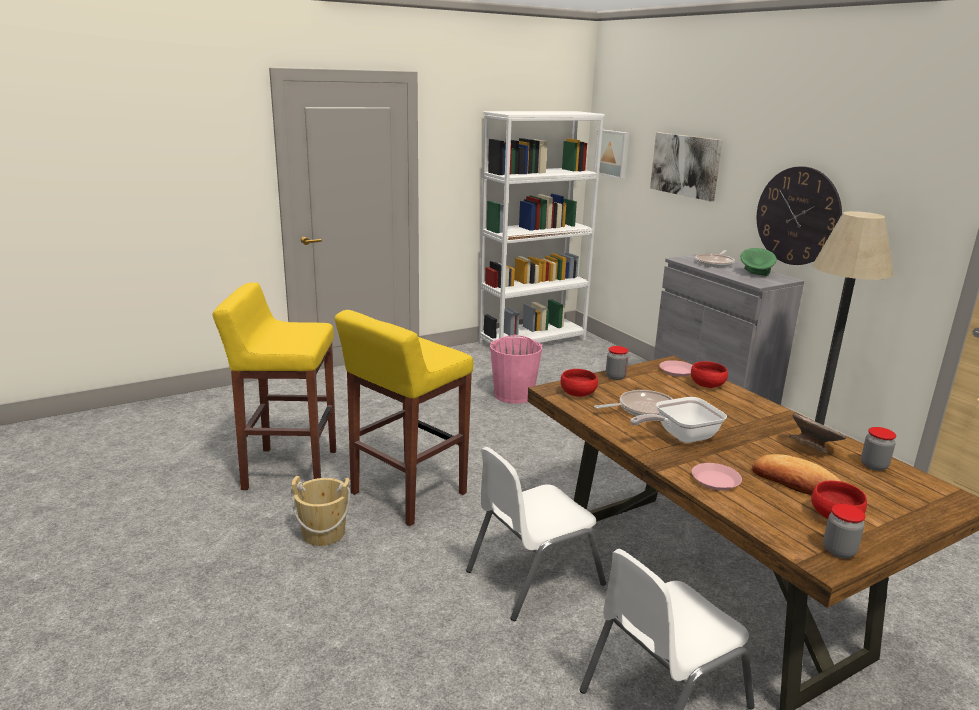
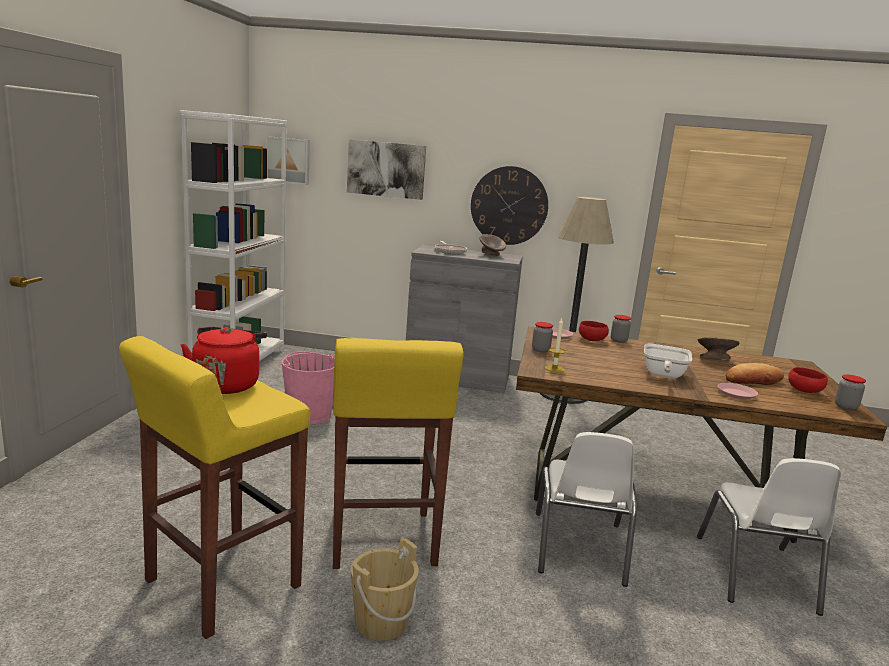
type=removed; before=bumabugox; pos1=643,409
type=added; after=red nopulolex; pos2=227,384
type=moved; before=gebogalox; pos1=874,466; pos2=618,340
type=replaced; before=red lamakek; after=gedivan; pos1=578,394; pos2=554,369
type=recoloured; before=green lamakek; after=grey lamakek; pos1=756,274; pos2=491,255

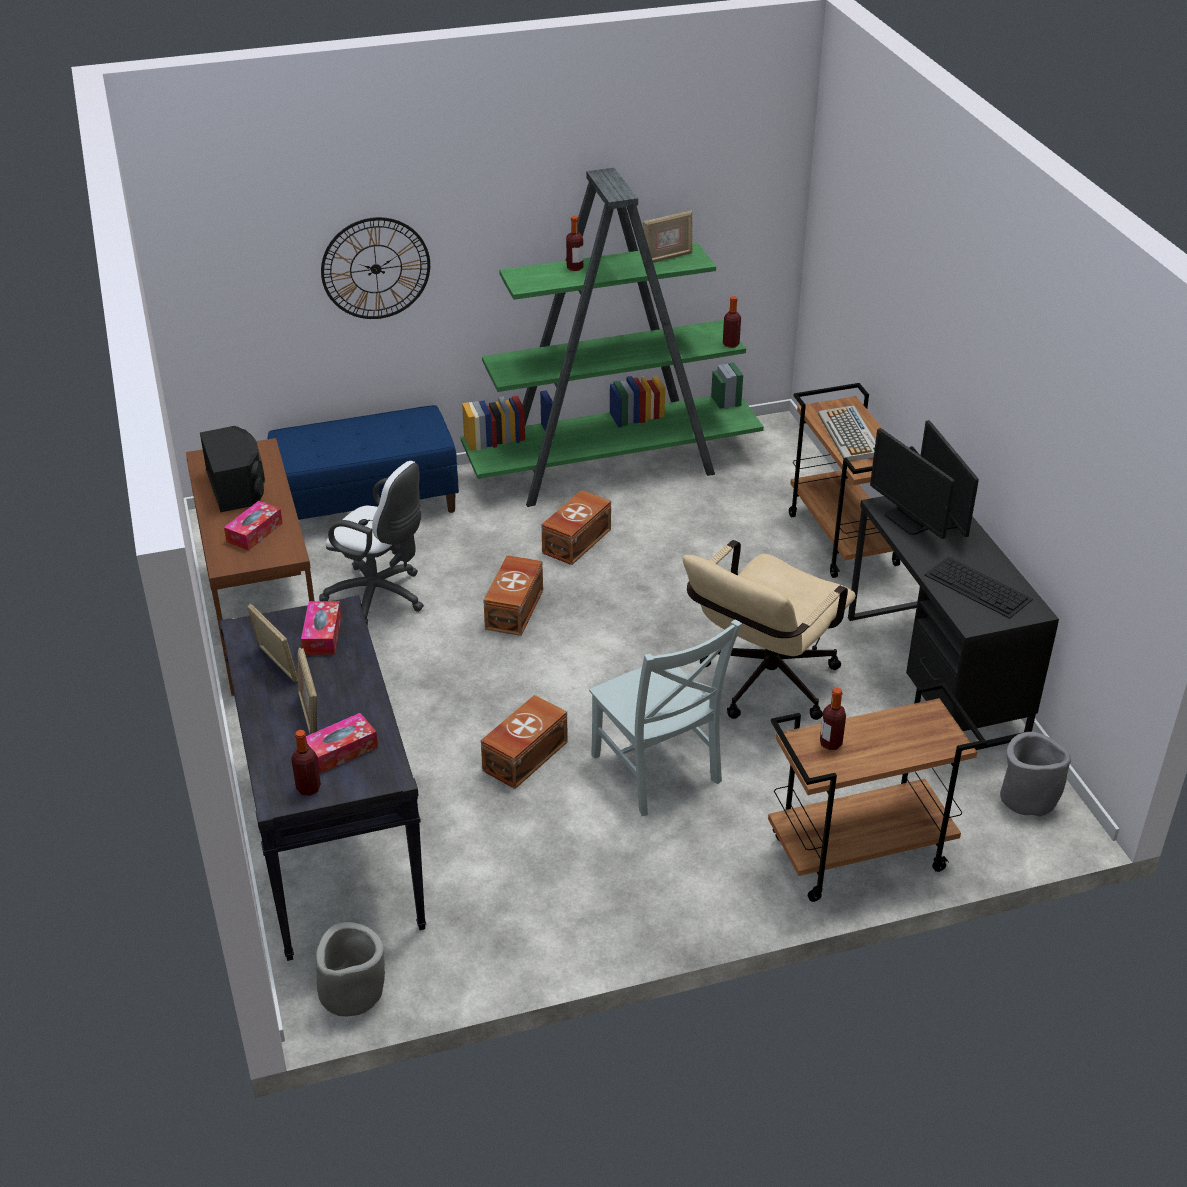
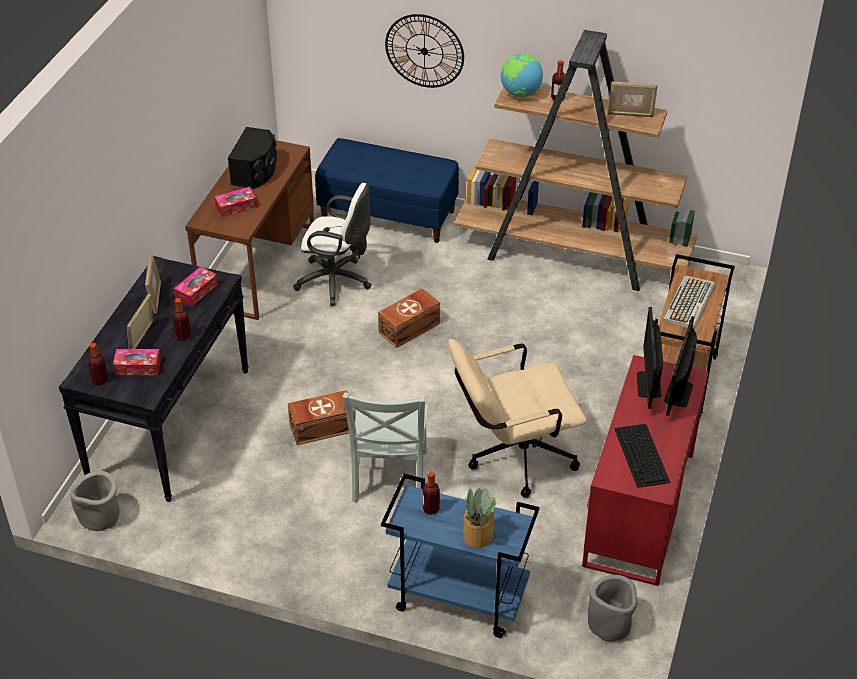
type=removed; before=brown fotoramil; pos1=575,541
type=added; after=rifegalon; pos2=477,536
type=added; after=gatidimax; pos2=520,93
type=moved; before=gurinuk; pos1=730,344; pos2=183,336
type=recoloured; before=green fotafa; after=brown fotafa; pos1=613,467; pos2=573,254
type=recoloured; before=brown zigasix; after=blue zigasix; pos1=858,856; pos2=457,598
type=recoloured; before=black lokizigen; after=red lokizigen; pos1=934,675; pos2=638,509
type=turned; before=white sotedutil; pos1=380,598; pos2=337,282; turn=-45

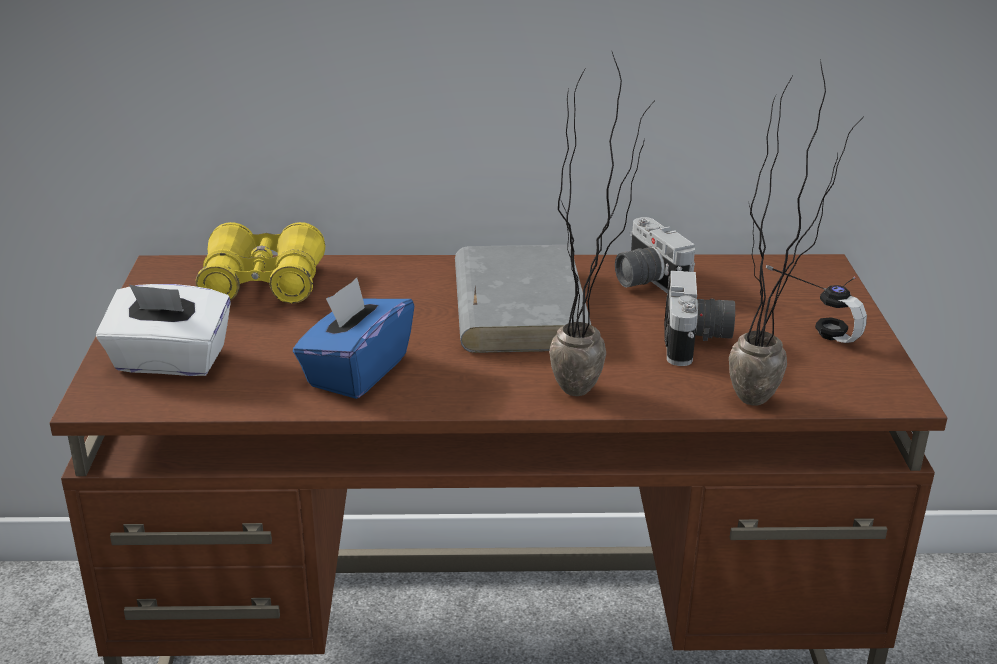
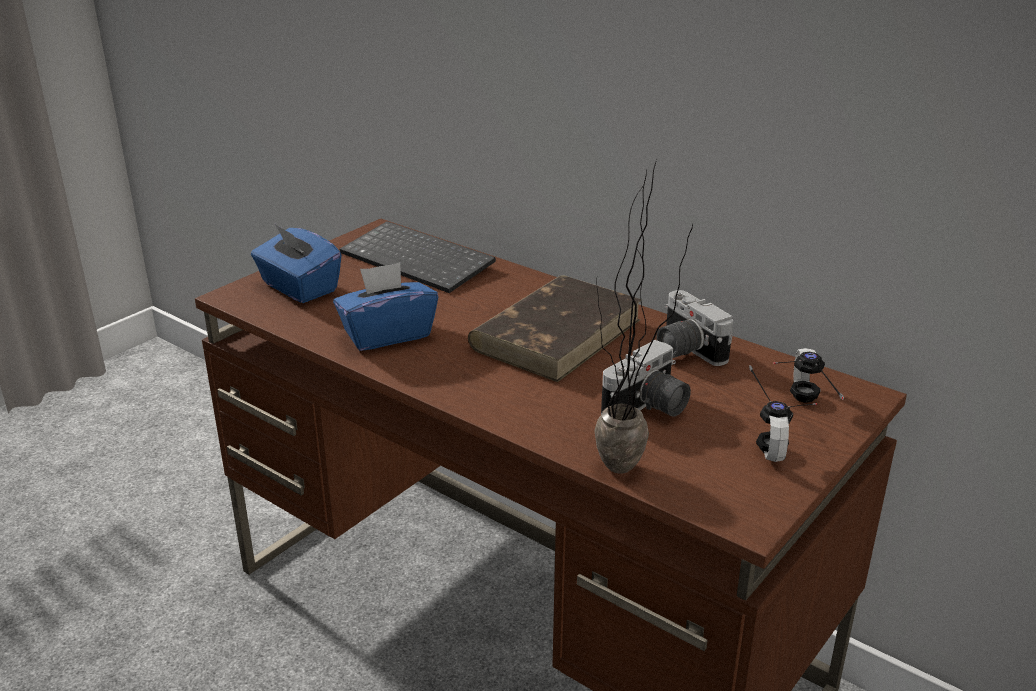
type=removed; before=rifegalon; pos1=593,391
type=added; after=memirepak; pos2=797,408
type=replaced; before=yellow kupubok; after=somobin; pos1=263,284; pos2=420,260
type=recoloured; before=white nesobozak; after=blue nesobozak; pos1=169,362; pos2=298,288
type=recoloured; before=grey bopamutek; after=brown bopamutek; pos1=518,306; pos2=557,333
type=turned; before=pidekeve; pos1=645,281; pos2=683,350; turn=-45

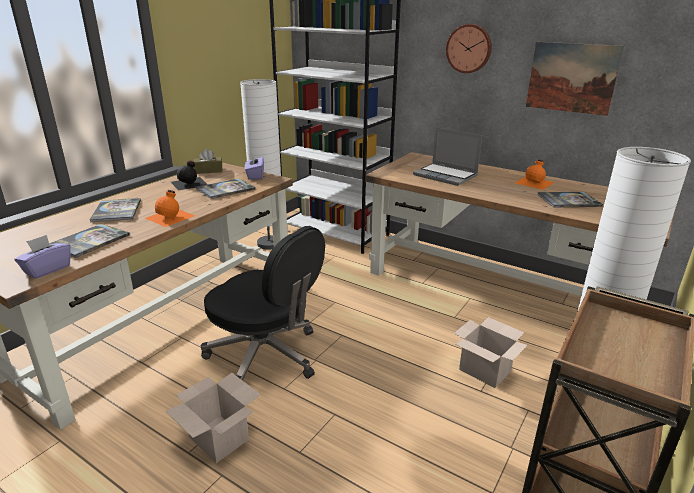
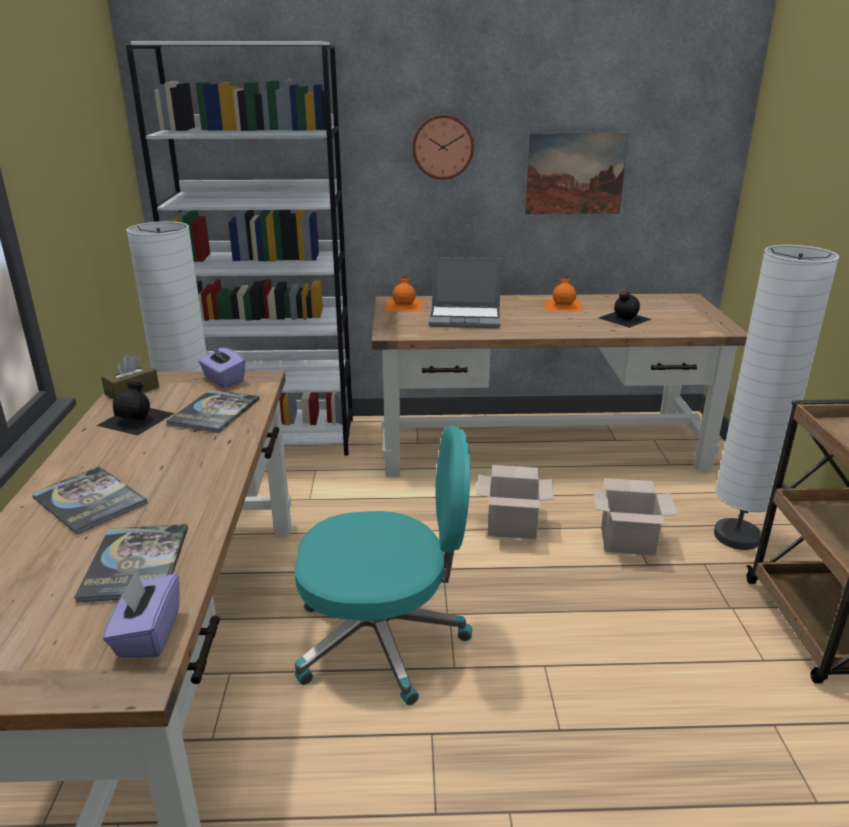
type=moved; before=orange gurinuk; pos1=171,216; pos2=405,305
type=moved; before=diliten; pos1=220,438; pos2=513,525
type=replaced; before=bopamutek; after=black gurinuk; pos1=568,200; pos2=623,318
type=recoloured; before=black sotedutil; after=turquoise sotedutil; pos1=266,356; pos2=383,639

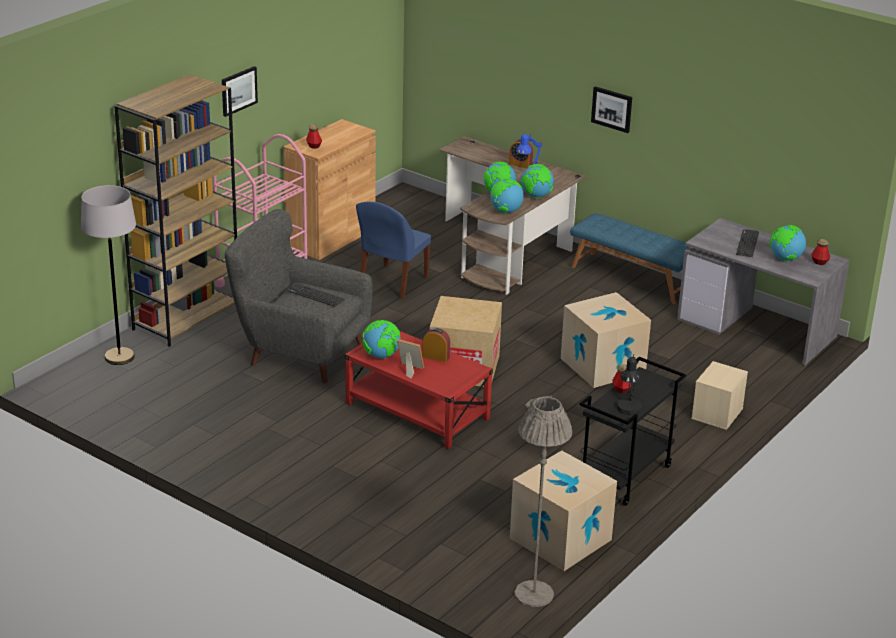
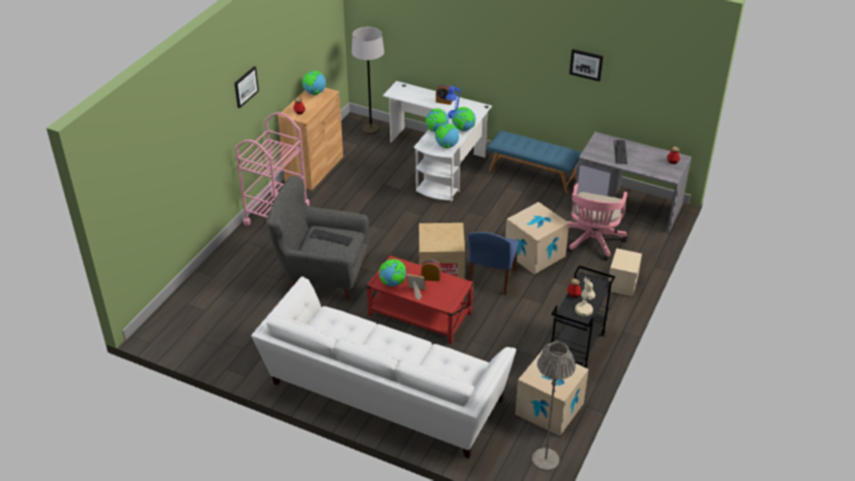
type=removed; before=brown fotafa; pos1=186,318
type=added; after=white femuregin; pos2=384,395
type=added; after=pink sotedutil; pos2=592,242
type=moved; before=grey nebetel; pos1=119,357; pos2=371,129
type=moved; before=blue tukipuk; pos1=392,283; pos2=491,279
type=moved; before=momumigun; pos1=612,109; pos2=586,64
type=moved; before=gatidimax; pos1=785,259; pos2=314,93
type=recoloured; before=brown lokizigen; after=white lokizigen; pos1=507,249; pos2=440,161
type=recoloured; before=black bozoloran; after=beige bozoloran; pos1=628,411; pos2=584,313

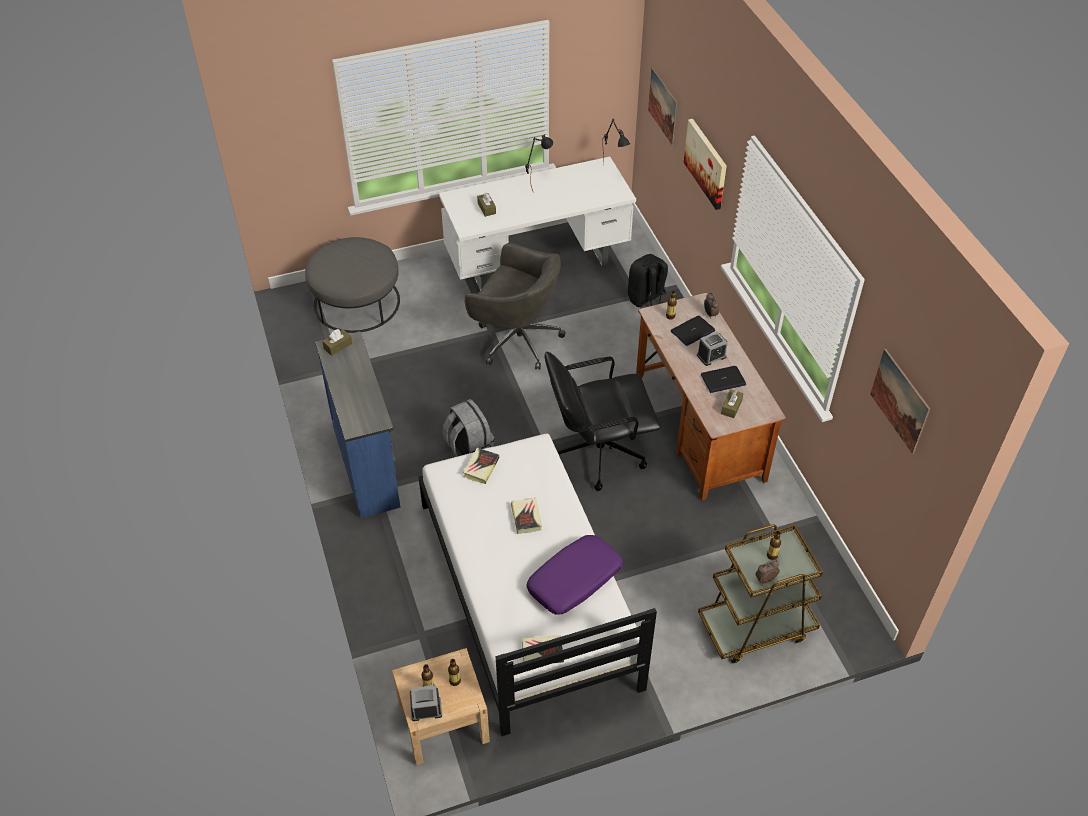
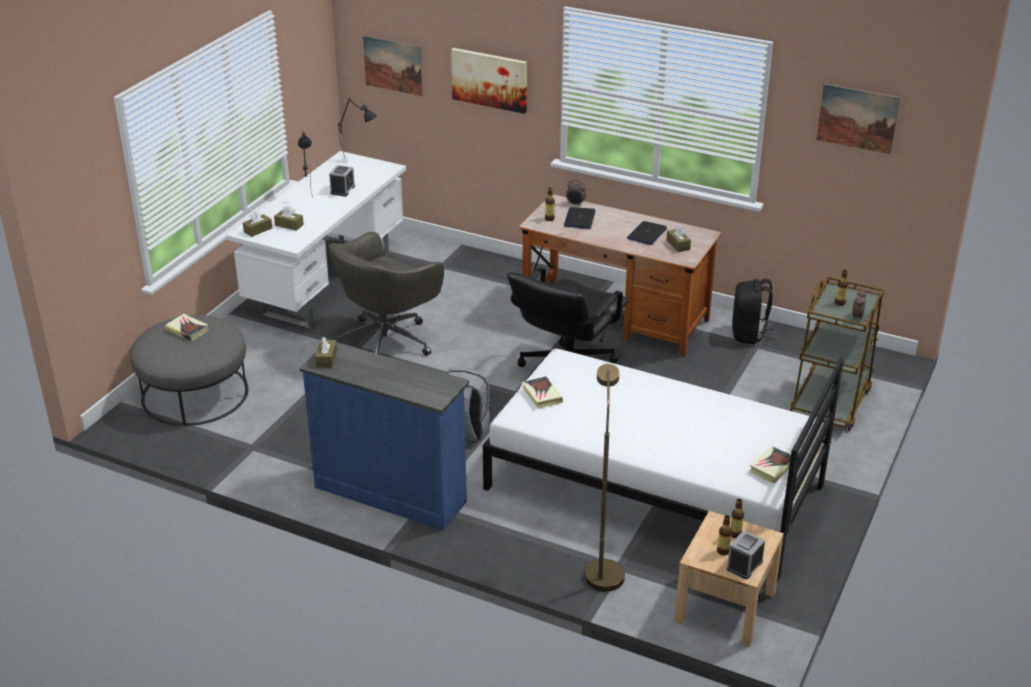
type=removed; before=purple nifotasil; pos1=575,581
type=added; after=brown nesobozak; pos2=258,230
type=added; after=brown nebetel; pos2=603,569
type=moved; before=bopamutek; pos1=526,517; pos2=187,330
type=moved; before=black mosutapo; pos1=646,299; pos2=749,334
type=moved; before=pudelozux; pos1=711,356; pos2=342,190
type=turned; before=grey sotedutil; pos1=516,339; pos2=387,341; turn=150

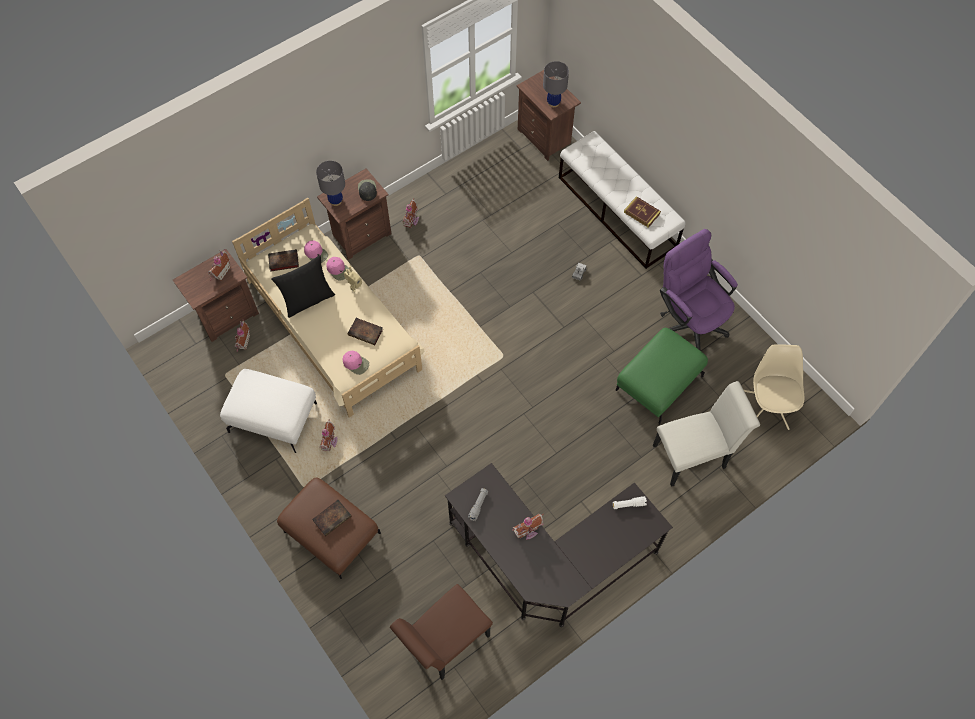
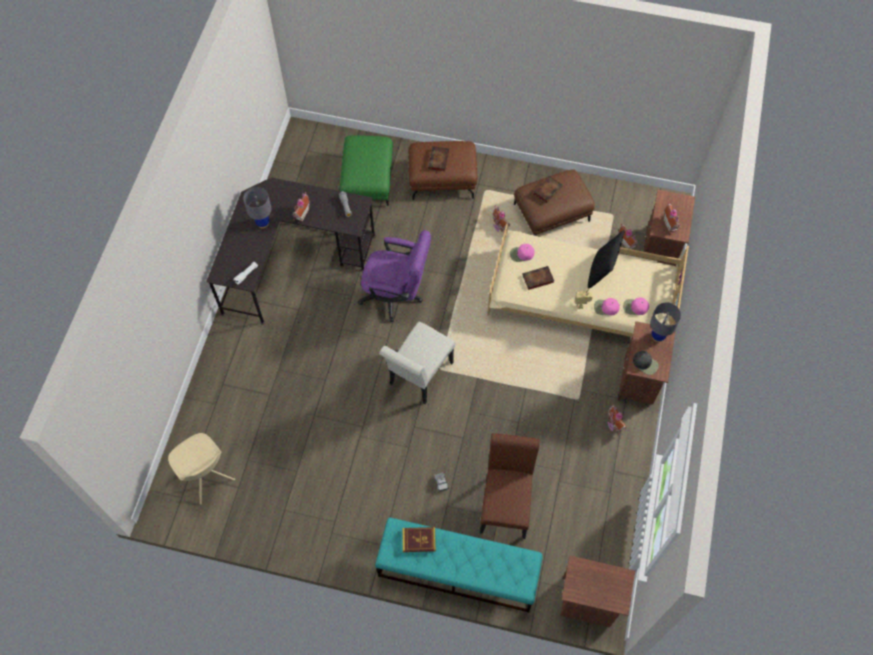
type=moved; before=bopamutek; pos1=283,262; pos2=547,190
type=moved; before=brown tukipuk; pos1=444,643; pos2=505,503
type=moved; before=grey bozoloran; pos1=553,103; pos2=263,223
type=moved; before=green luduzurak; pos1=658,382; pos2=368,180
type=moved; before=white tukipuk; pos1=694,455; pos2=418,377
type=moved; before=purple sotedutil; pos1=689,320; pos2=396,296
type=recoloured; before=white luduzurak; after=brown luduzurak; pos1=274,417; pos2=551,214
type=recoloured; before=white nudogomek; after=turquoise nudogomek; pos1=617,212; pos2=457,571

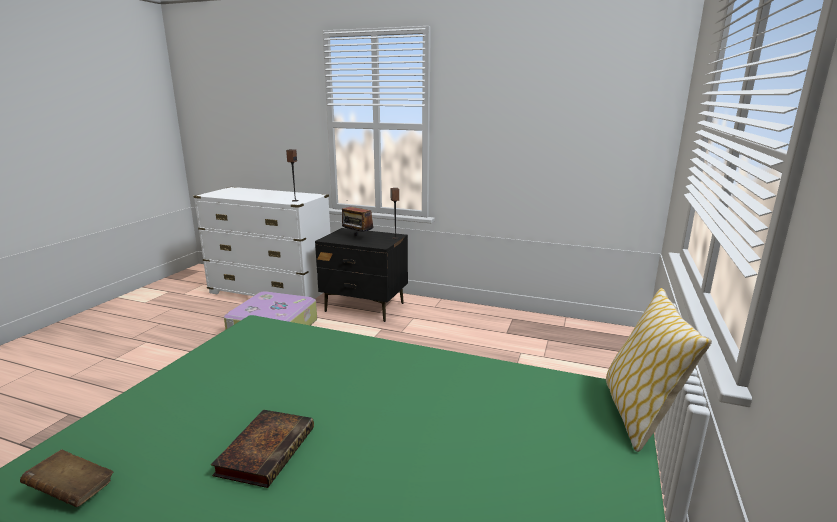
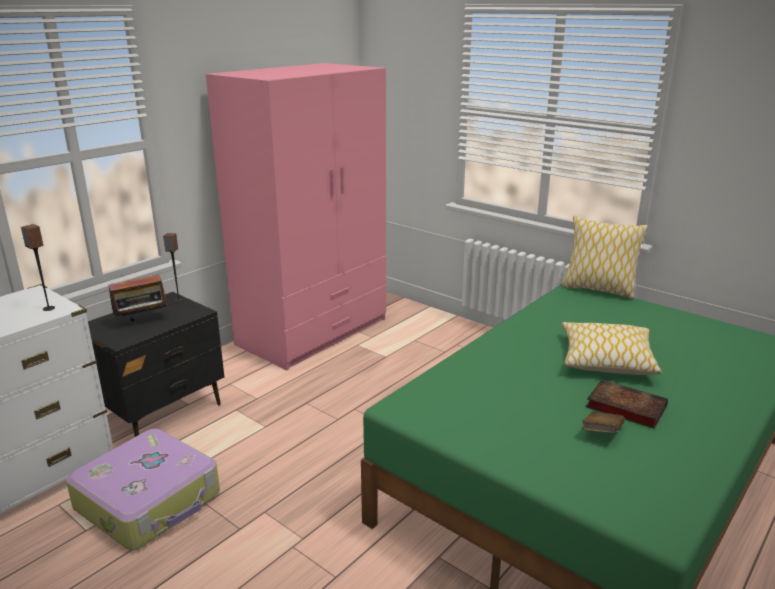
type=added; after=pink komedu; pos2=314,332
type=added; after=nifotasil; pos2=606,359
type=moved; before=brown bopamutek; pos1=72,491; pos2=601,432

